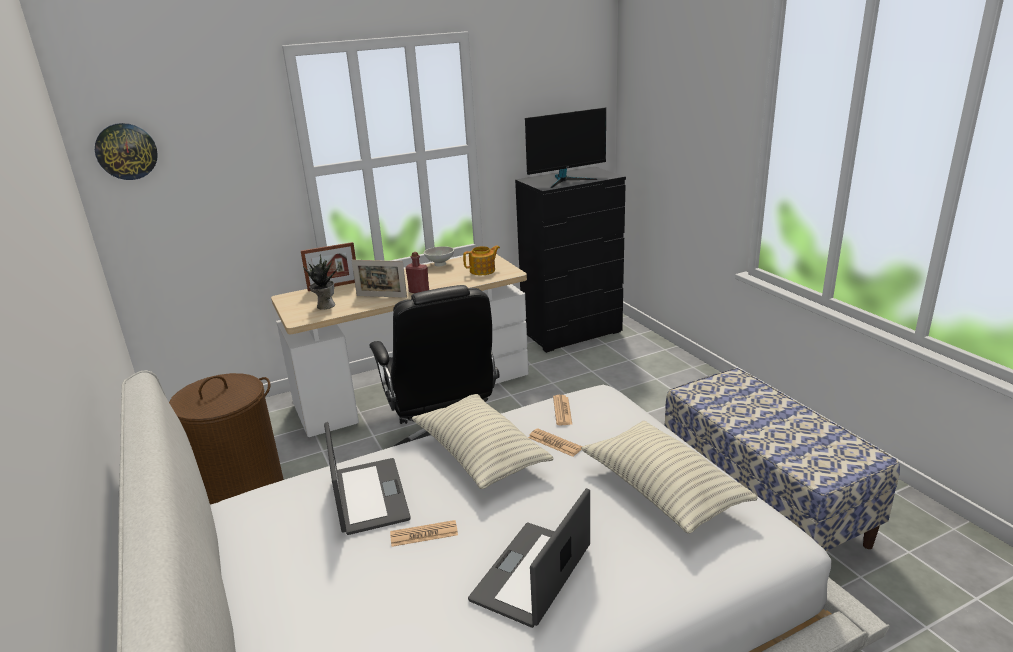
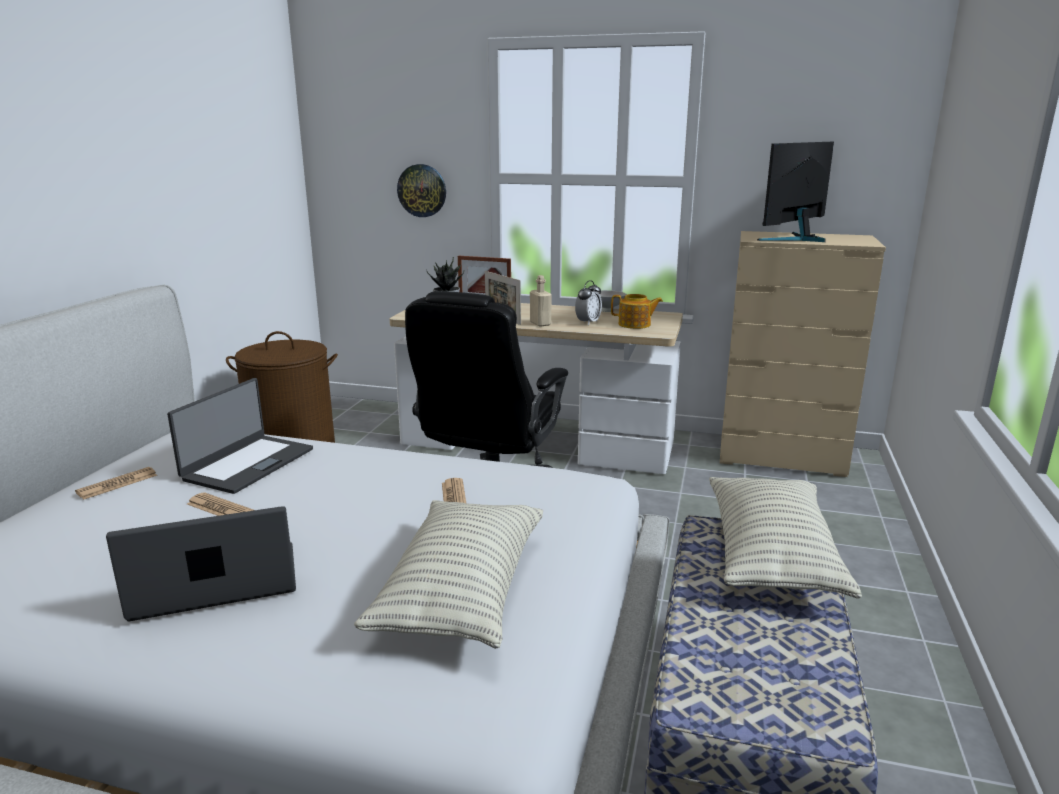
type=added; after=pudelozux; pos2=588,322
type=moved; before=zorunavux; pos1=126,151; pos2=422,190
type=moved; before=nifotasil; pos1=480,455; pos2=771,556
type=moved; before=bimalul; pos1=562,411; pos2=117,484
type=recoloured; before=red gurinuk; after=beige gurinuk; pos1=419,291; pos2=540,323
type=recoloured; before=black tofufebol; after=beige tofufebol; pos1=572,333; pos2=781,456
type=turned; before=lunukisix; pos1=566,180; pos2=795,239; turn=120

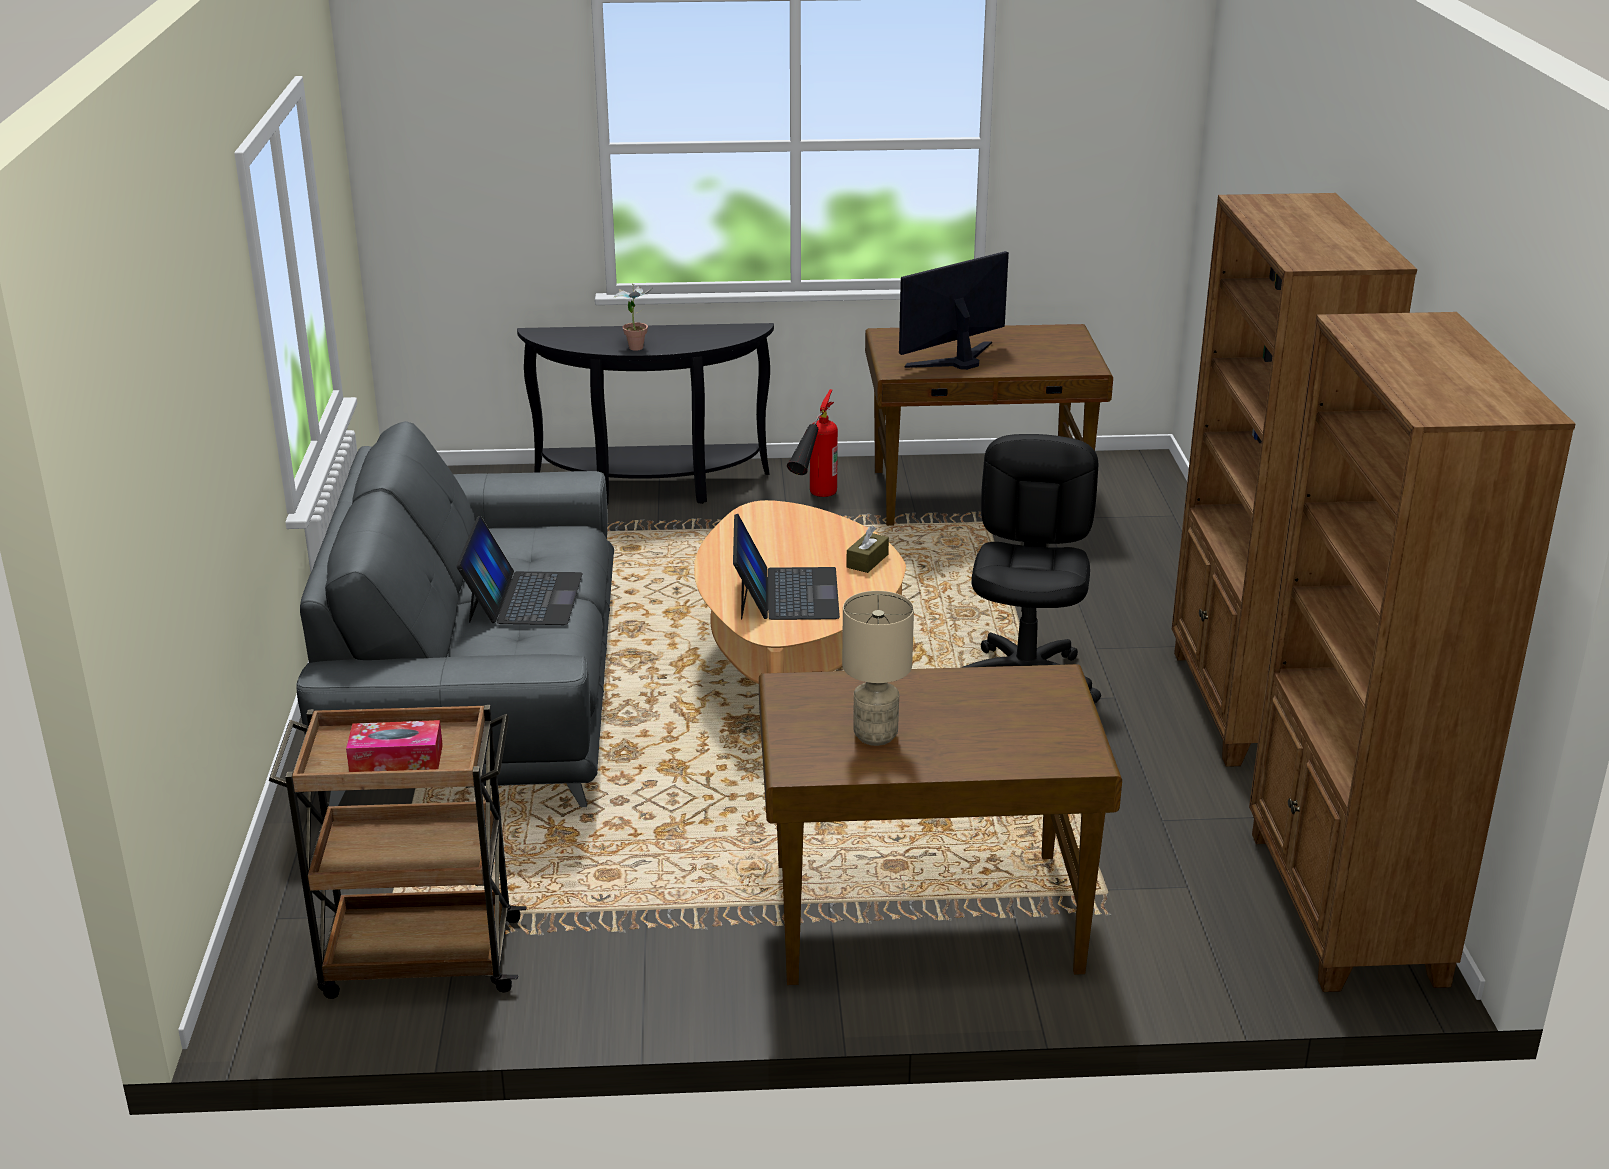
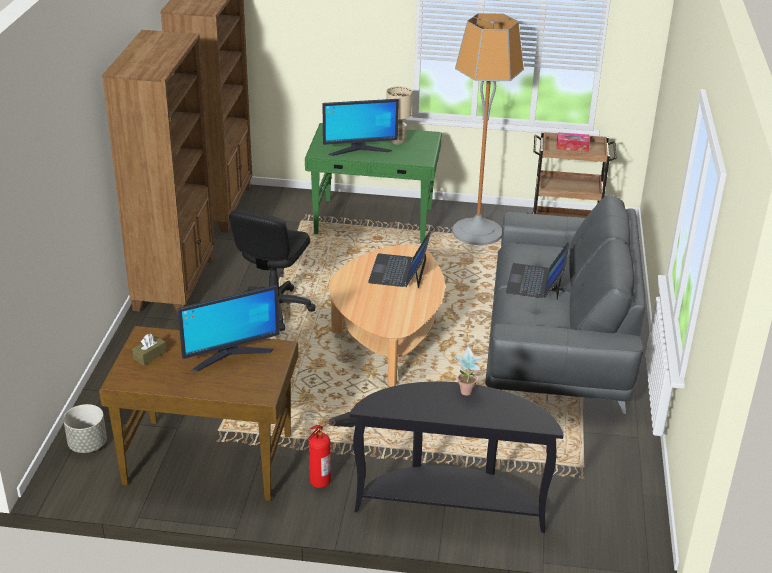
type=added; after=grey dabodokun; pos2=87,445
type=added; after=lunukisix; pos2=359,150
type=added; after=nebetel; pos2=477,232
type=moved; before=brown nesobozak; pos1=867,561; pos2=150,355
type=recoloured; before=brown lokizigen; after=green lokizigen; pos1=923,916; pos2=374,222

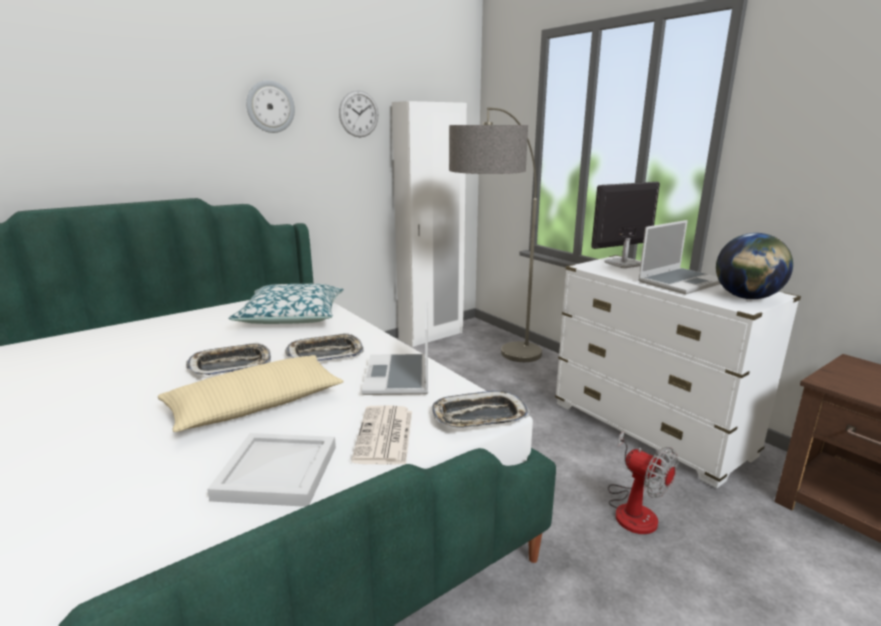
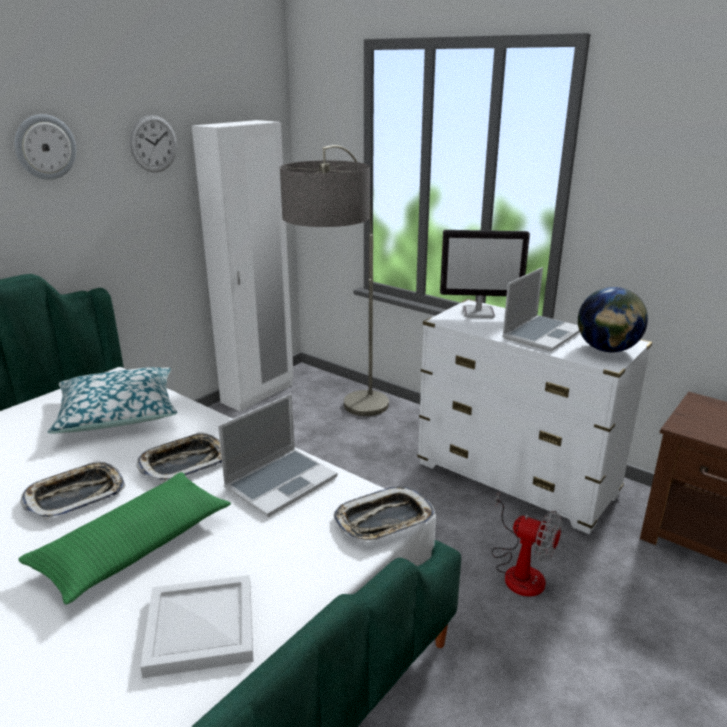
type=removed; before=bimalul; pos1=385,436
type=recoloured; before=beige nifotasil; after=green nifotasil; pos1=256,405; pos2=134,546
type=turned; before=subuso; pos1=399,377; pos2=281,482; turn=-120
type=turned; before=lunukisix; pos1=622,264; pos2=479,312; turn=-135

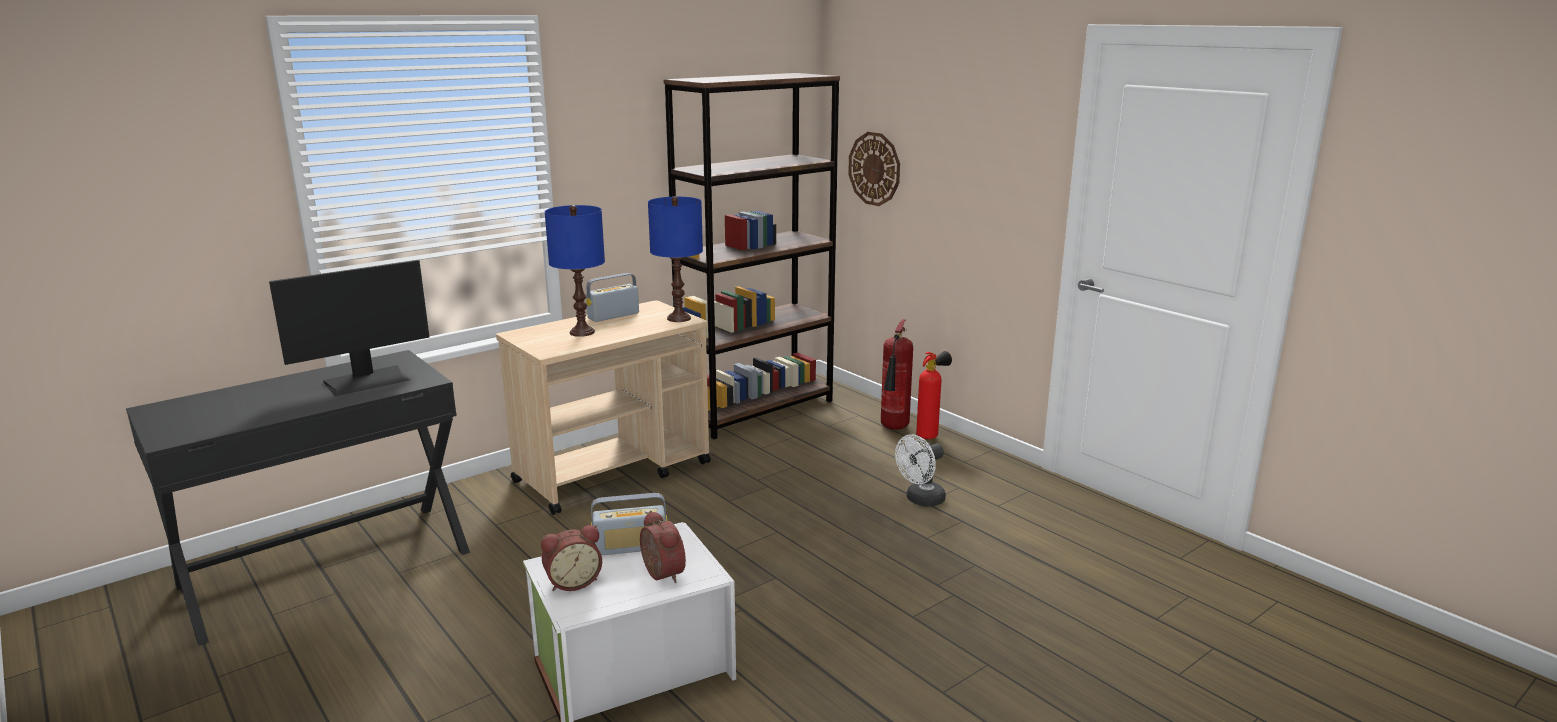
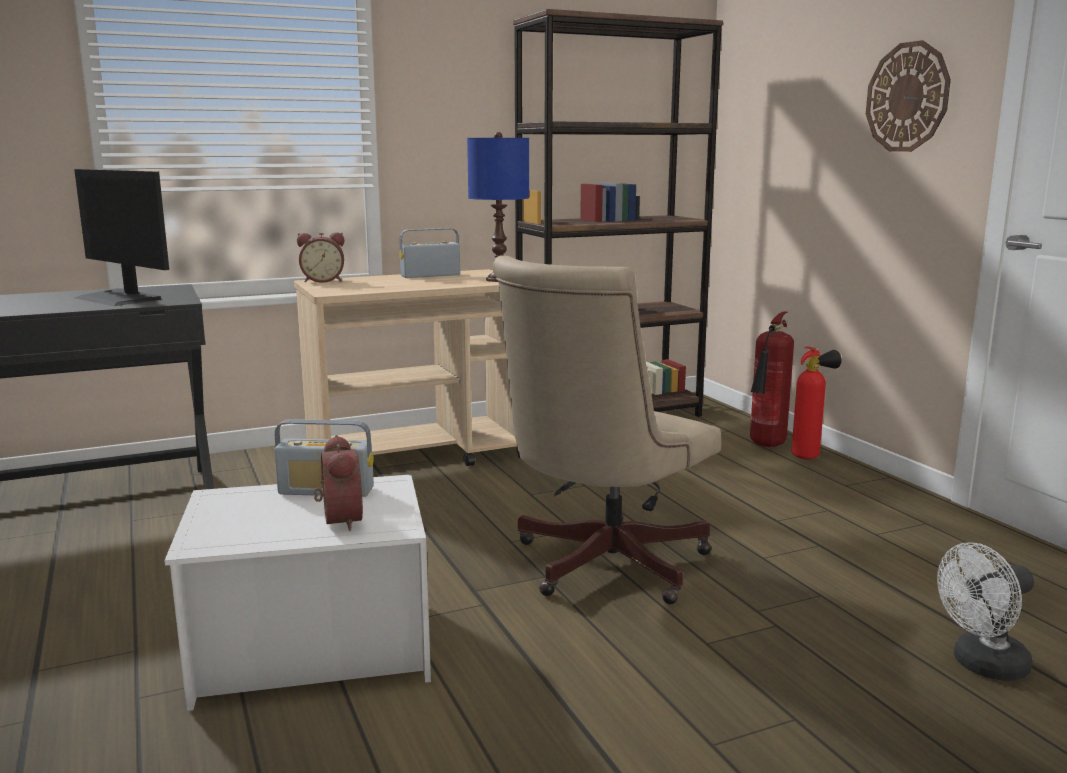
type=removed; before=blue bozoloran; pos1=582,332
type=added; after=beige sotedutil; pos2=600,566
type=moved; before=pudelozux; pos1=573,582; pos2=323,281
type=moved; before=zorunavux; pos1=874,168; pos2=907,97
type=moved; before=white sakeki; pos1=921,500; pos2=982,666
type=turned; before=lunukisix; pos1=367,380; pos2=119,298; turn=60

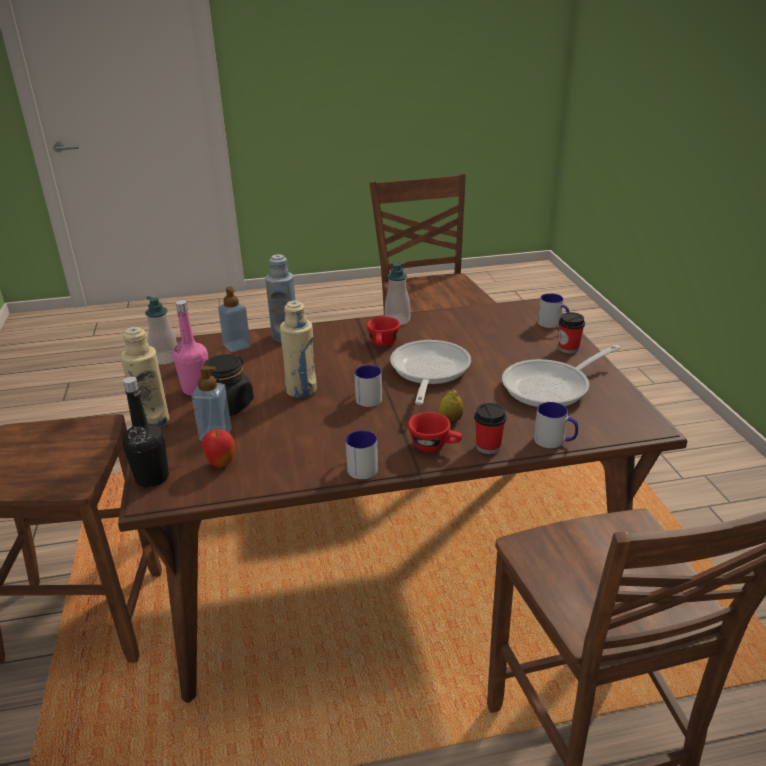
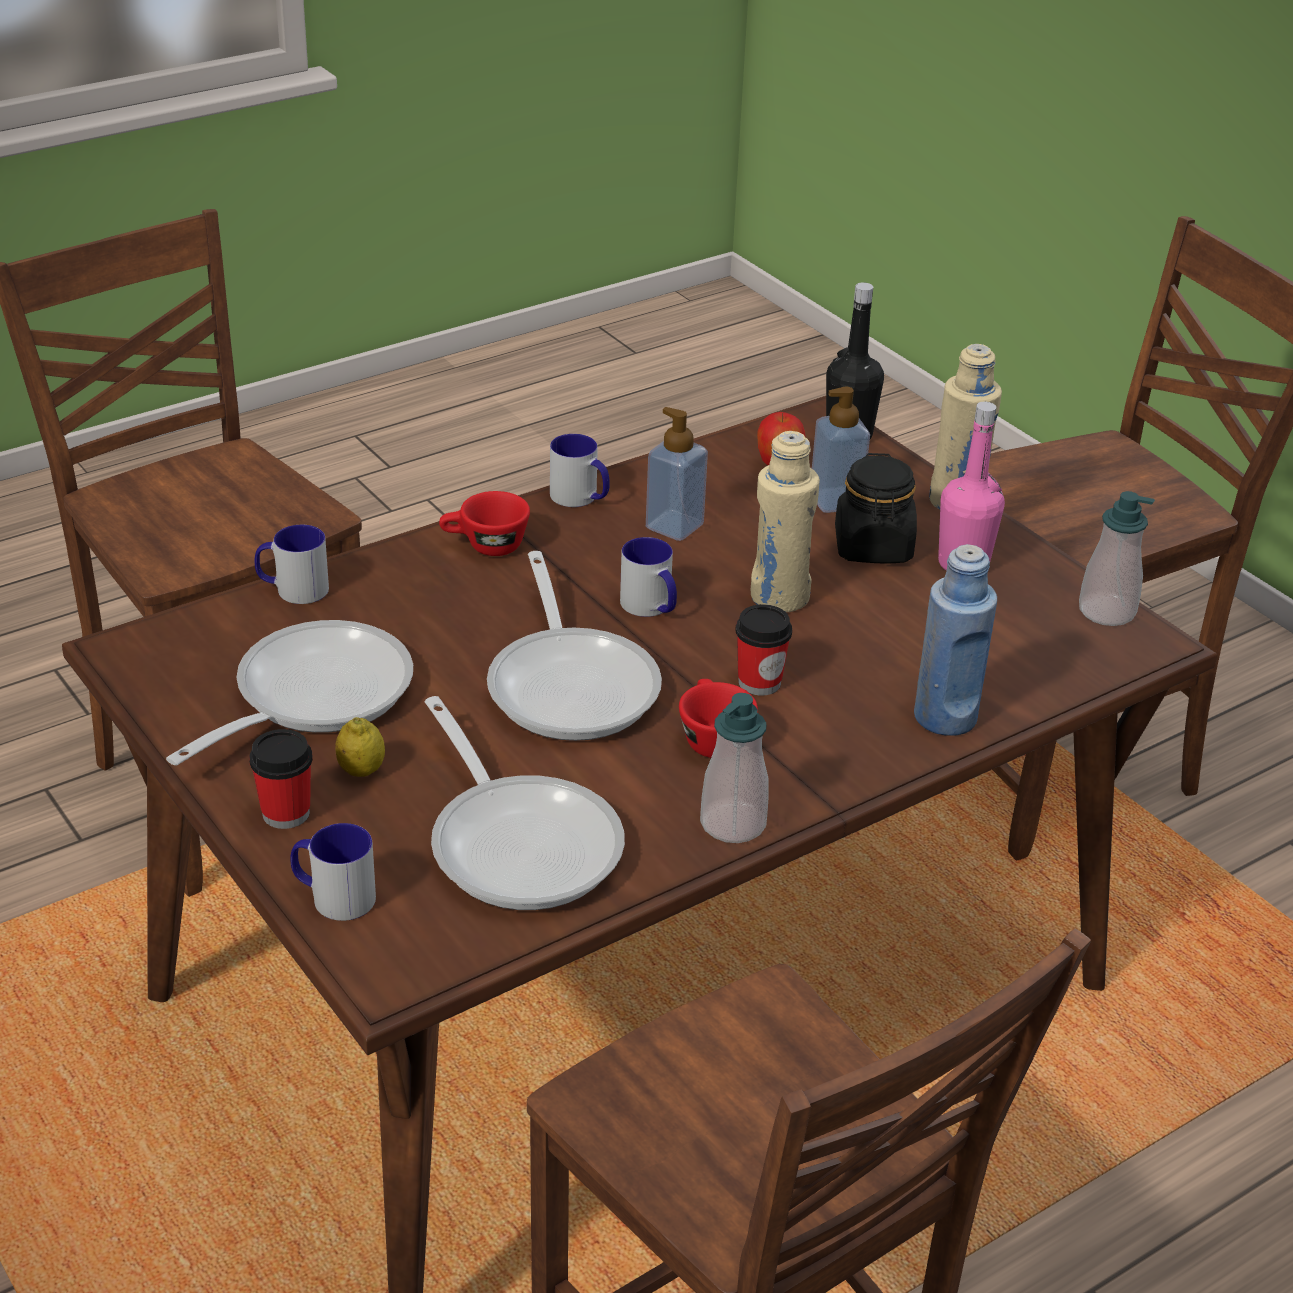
type=added; after=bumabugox; pos2=520,842
type=moved; before=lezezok; pos1=237,346; pos2=674,526
type=moved; before=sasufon; pos1=450,420; pos2=361,770
type=moved; before=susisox; pos1=488,447; pos2=759,682

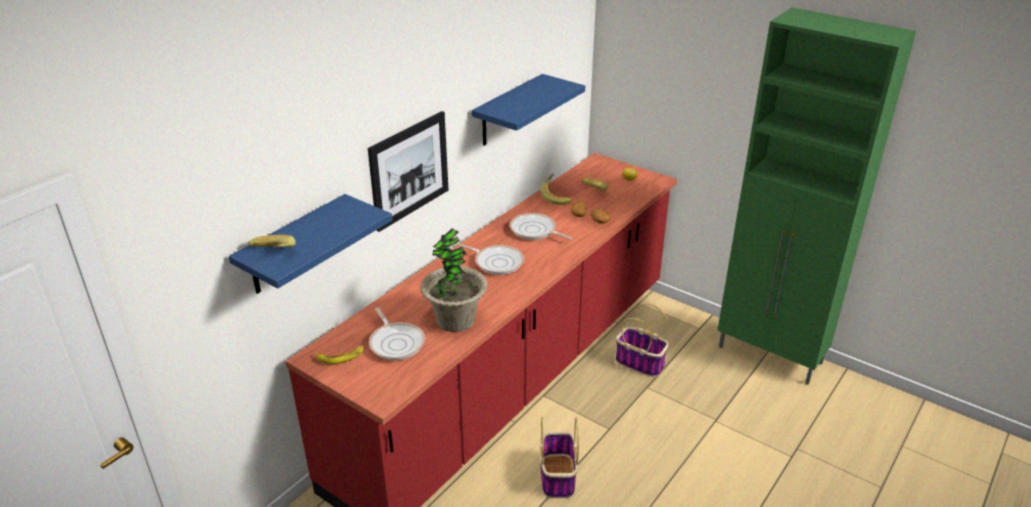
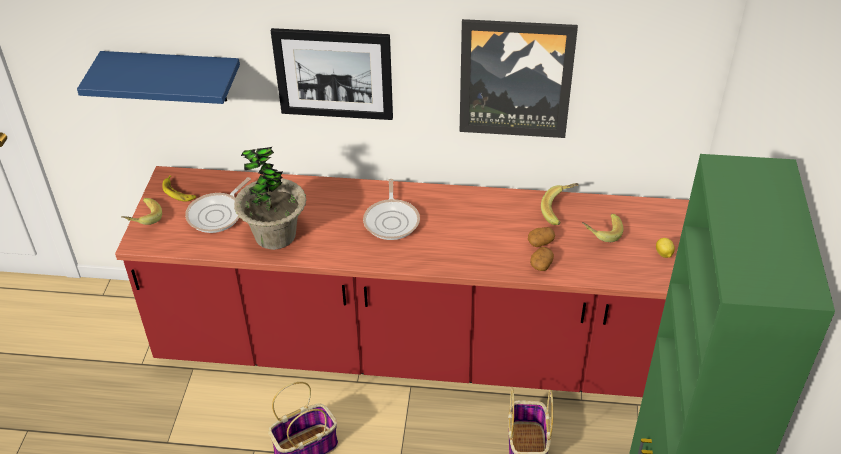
type=removed; before=bumabugox; pos1=535,231
type=moved; before=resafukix; pos1=272,255; pos2=142,220
type=replaced; before=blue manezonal; after=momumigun; pos1=508,111; pos2=515,78

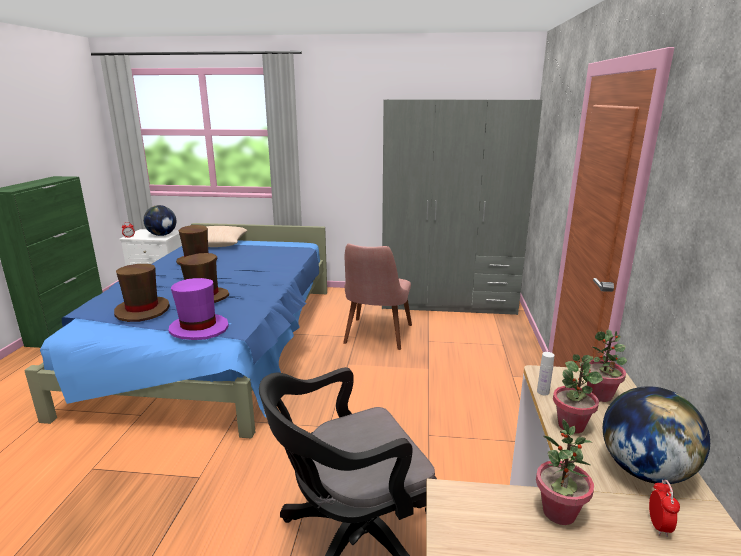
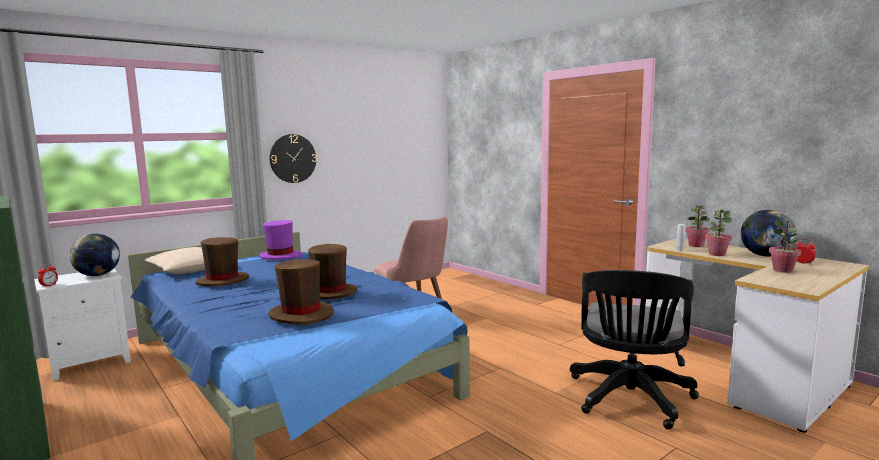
type=removed; before=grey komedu; pos1=448,302
type=added; after=zorunavux; pos2=293,158
type=moved; before=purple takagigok; pos1=199,328; pos2=280,256

